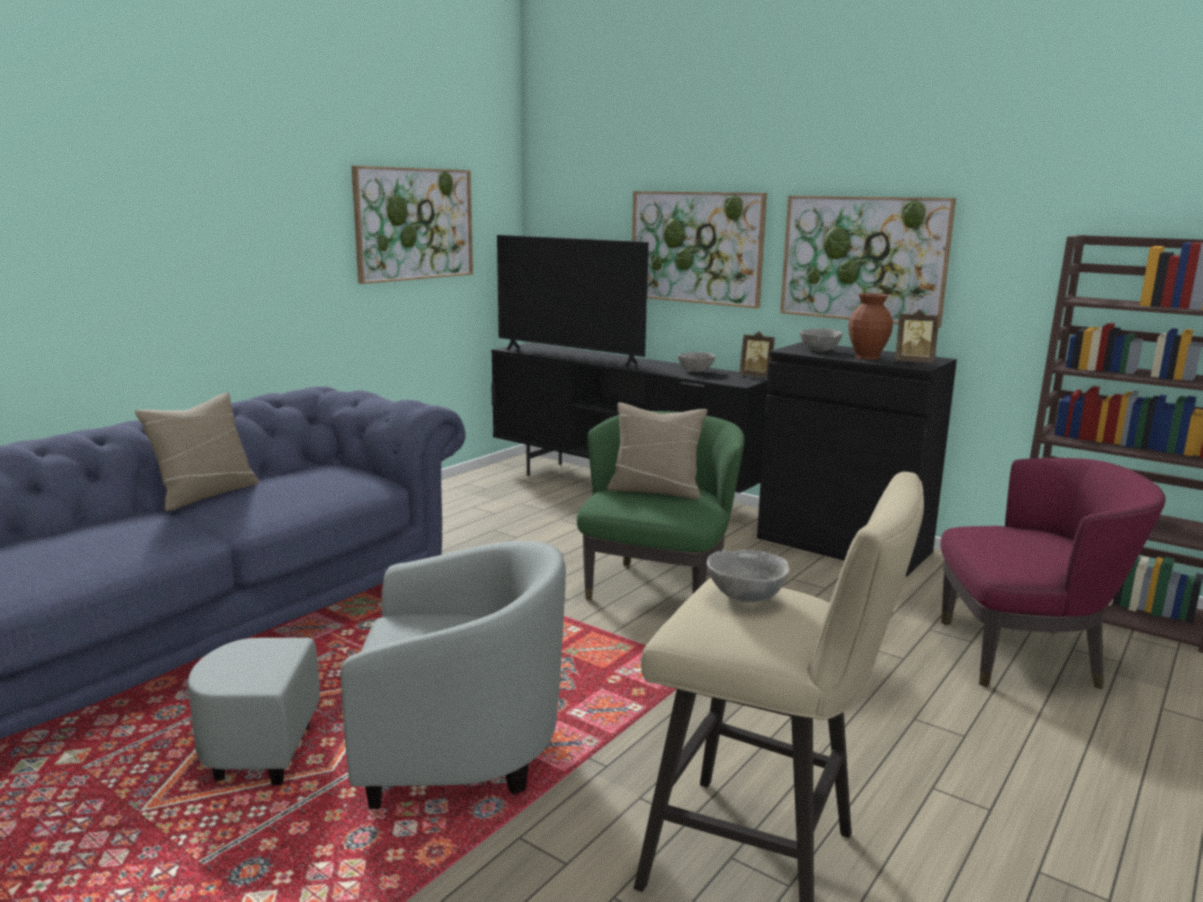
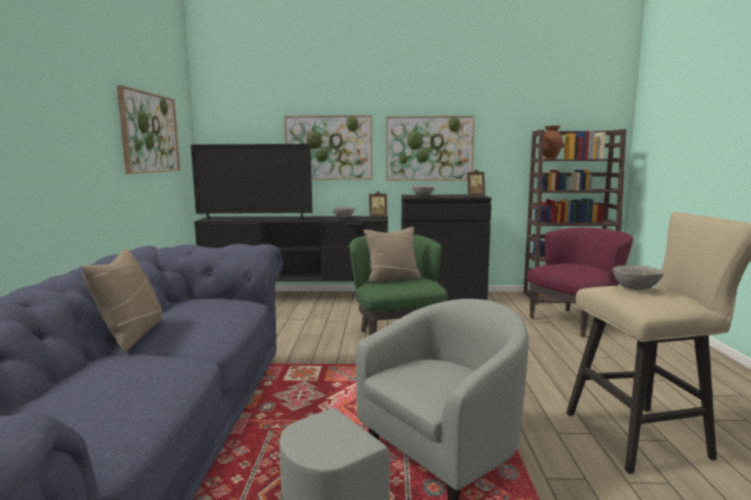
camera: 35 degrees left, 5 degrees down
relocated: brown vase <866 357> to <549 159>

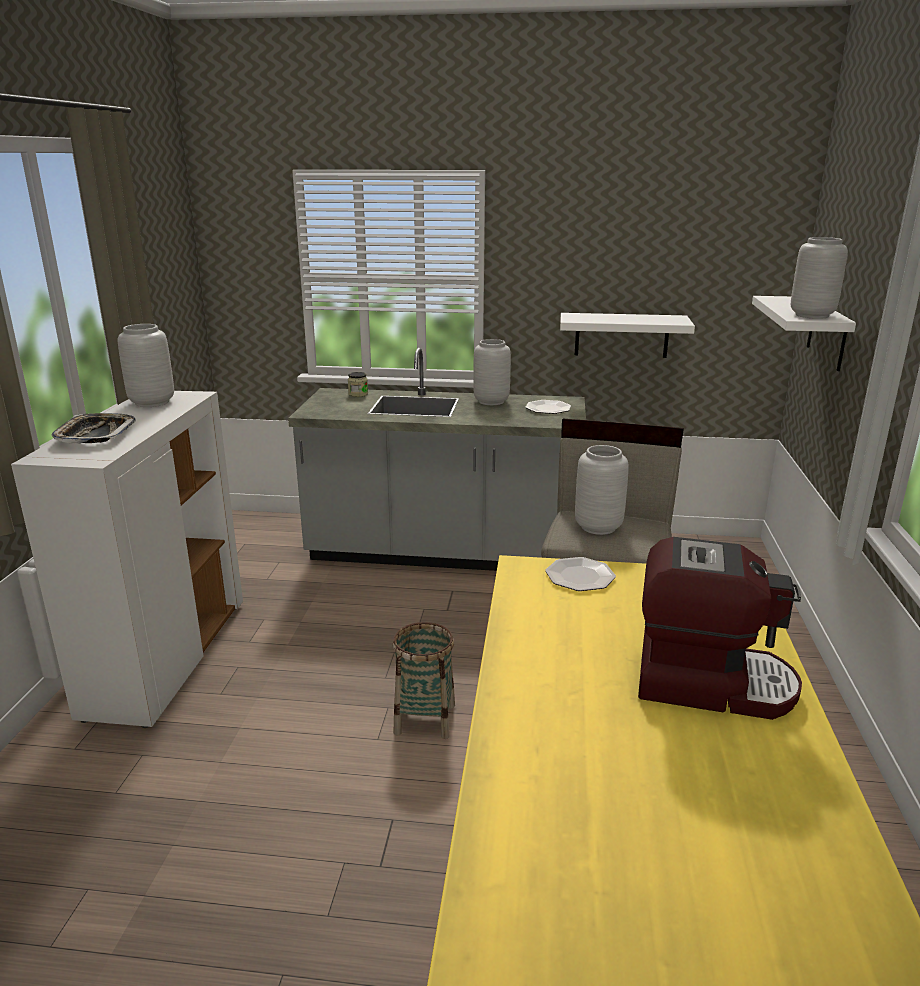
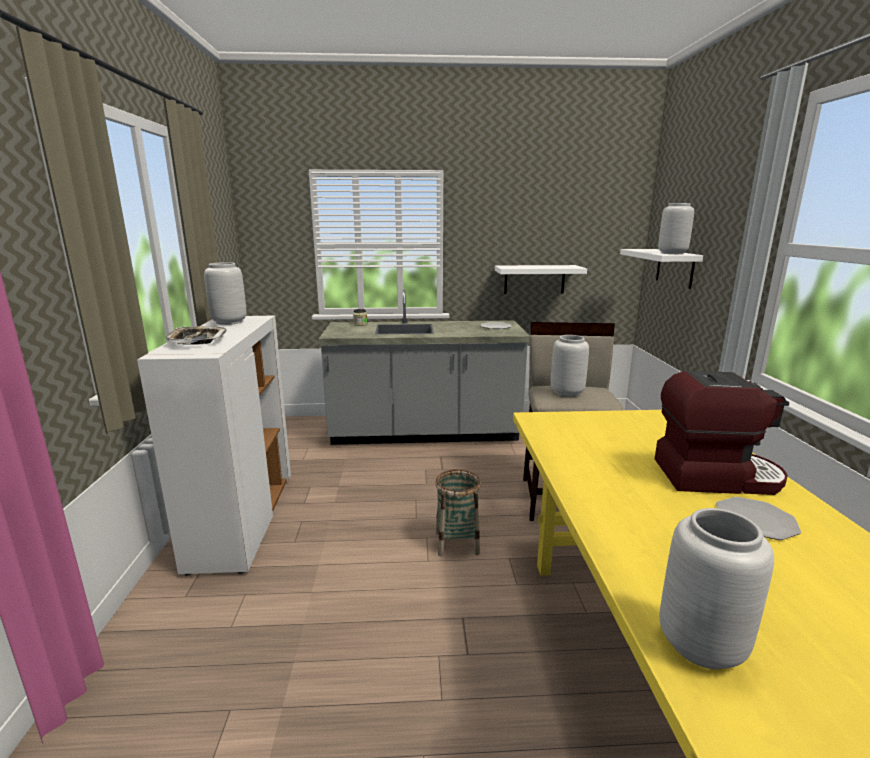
camera: 10 degrees left, 5 degrees down
relocated: grey vase <490 401> to <699 644>; plate <580 576> to <756 520>

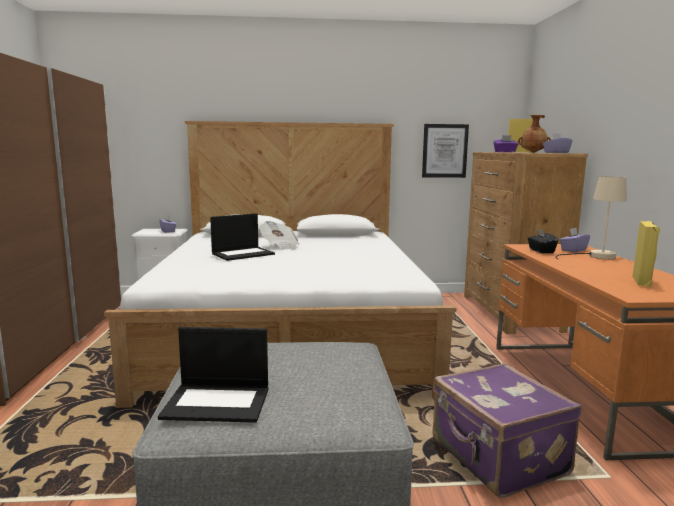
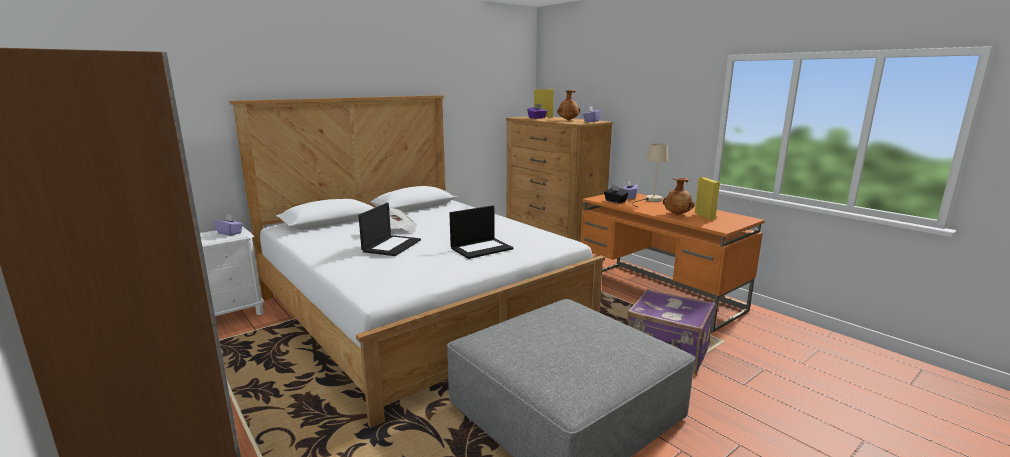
camera: 35 degrees left, 5 degrees up
missing: picture <444 151>
appeared: brown vase <677 214>
relocated: laptop <218 402> to <482 248>

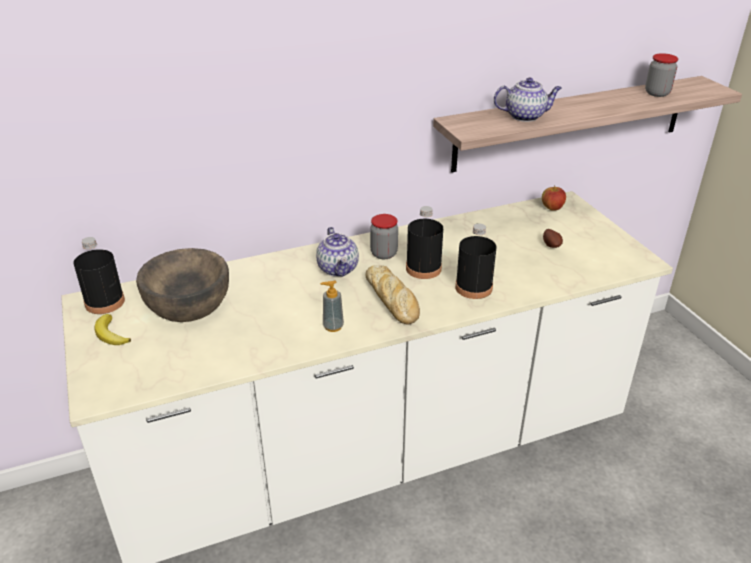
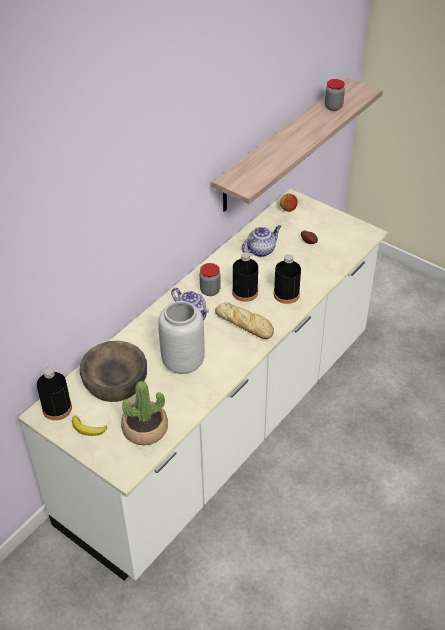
camera: 30 degrees left, 10 degrees up
missing: soap dispenser <333 326>
appeared: potted plant <145 429>; grey vase <184 363>
relocated: teapot <525 116> to <261 250>

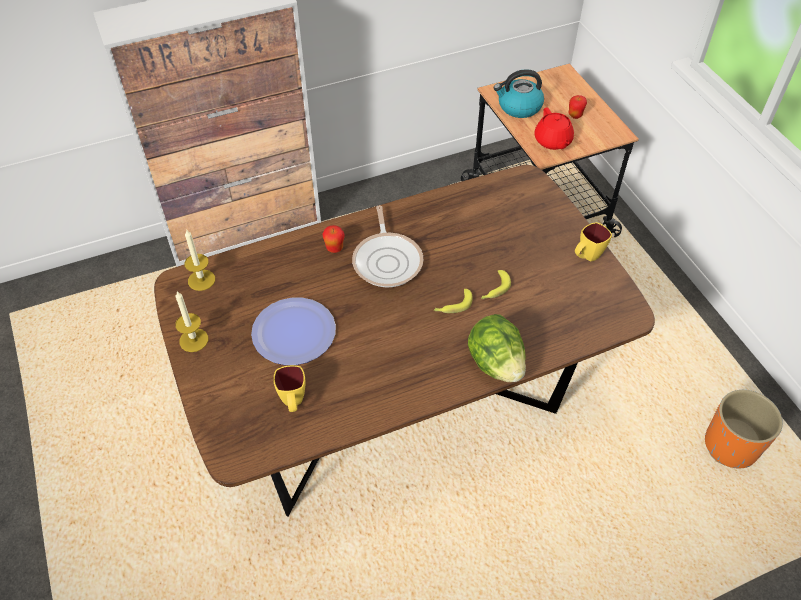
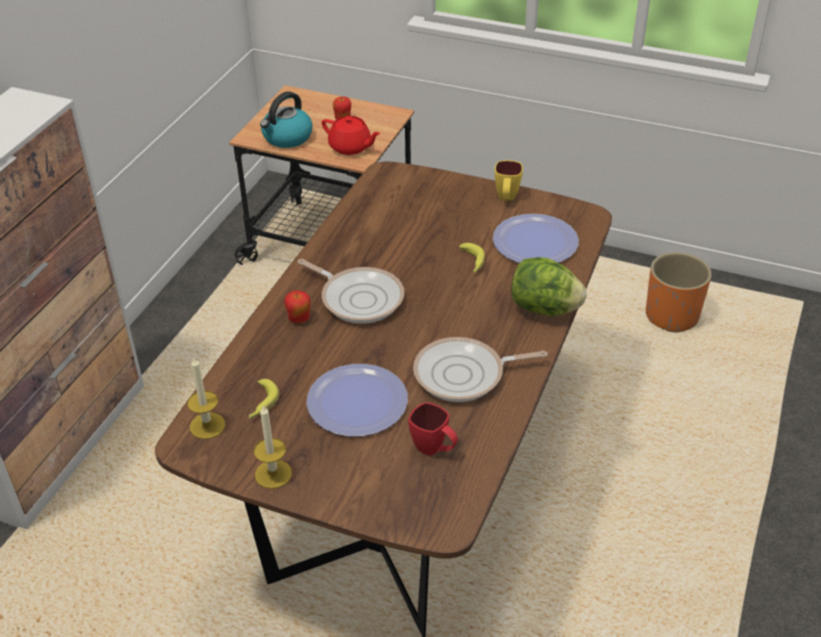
camera: 45 degrees left, 10 degrees down
appeared: frying pan <464 375>; plate <535 242>
relocated: banana <453 305> to <261 404>
colour: yellow mug <293 403> to red mug <434 450>

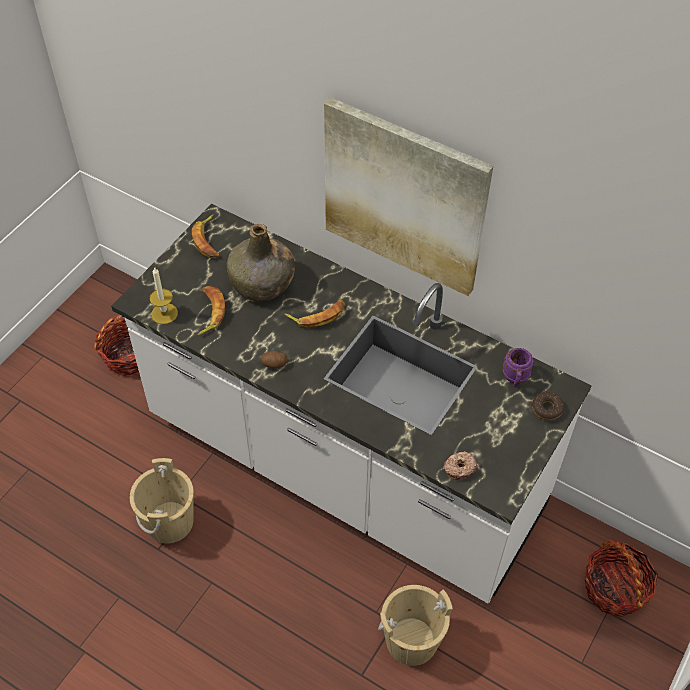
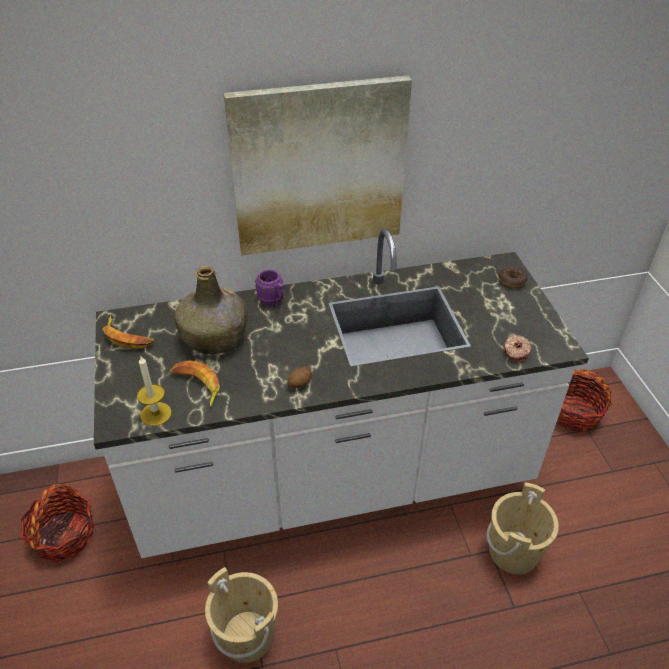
camera: 45 degrees left, 10 degrees down
missing: banana <318 315>
relocated: purple mug <515 379> to <273 301>

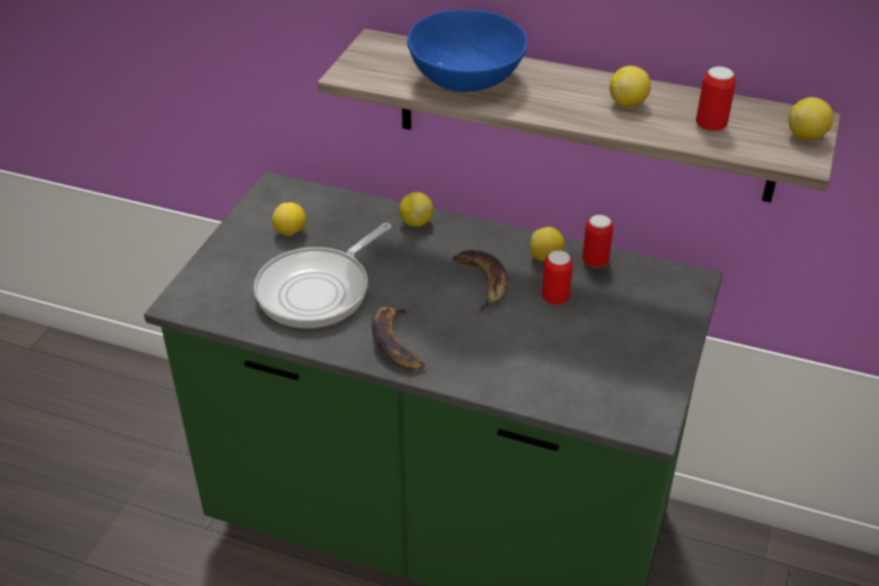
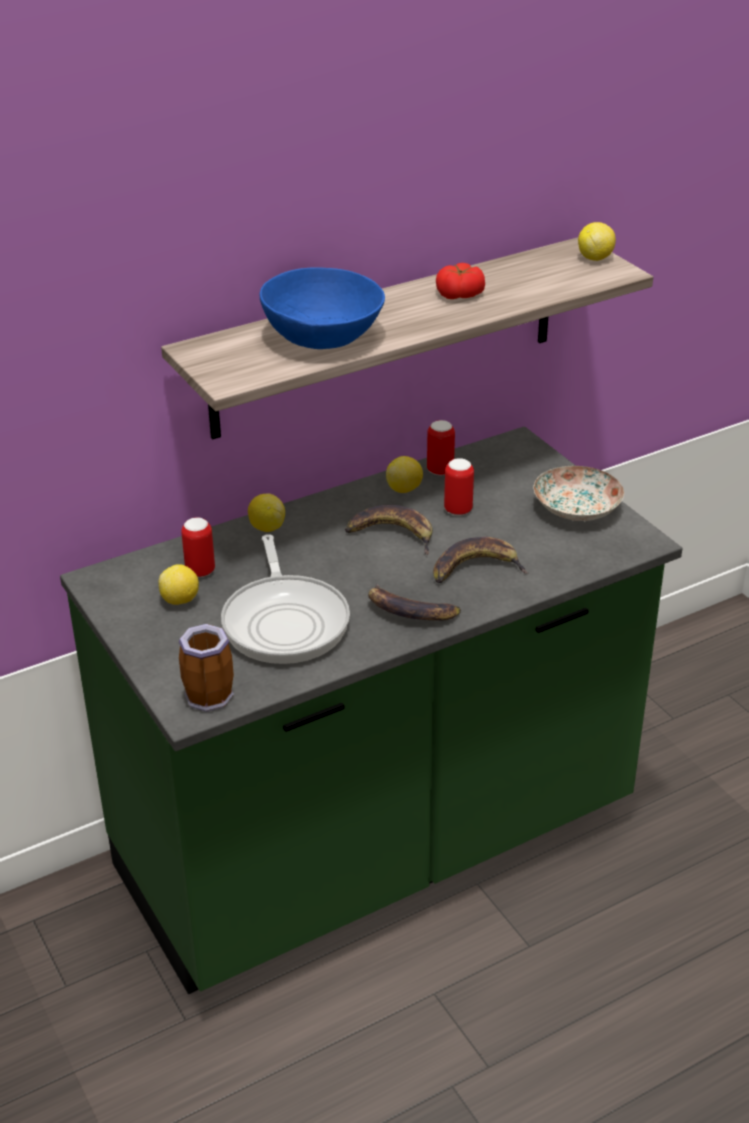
camera: 50 degrees left, 5 degrees down
appeared: mug <207 693>; banana <476 568>; plate <578 508>
relocated: can <710 126> to <200 571>
exchanged: lemon <628 103> to tomato <460 294>

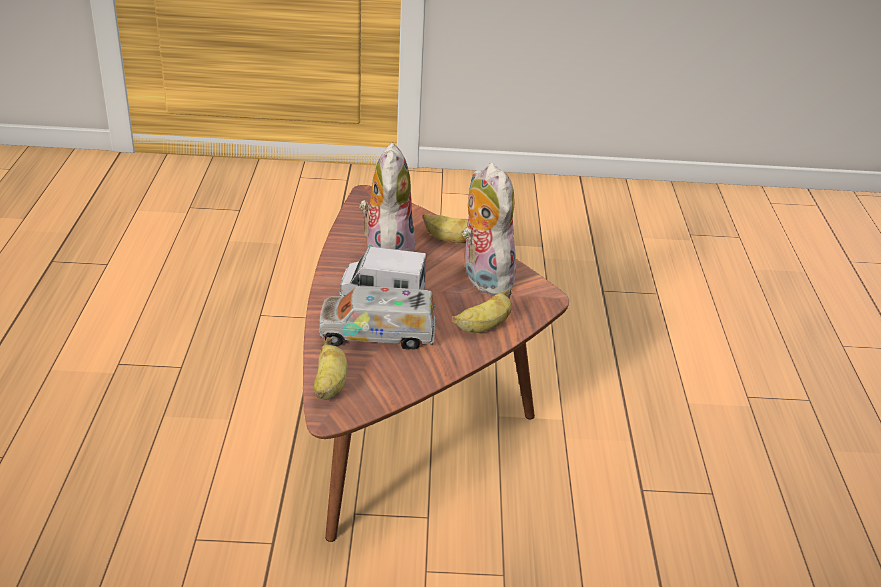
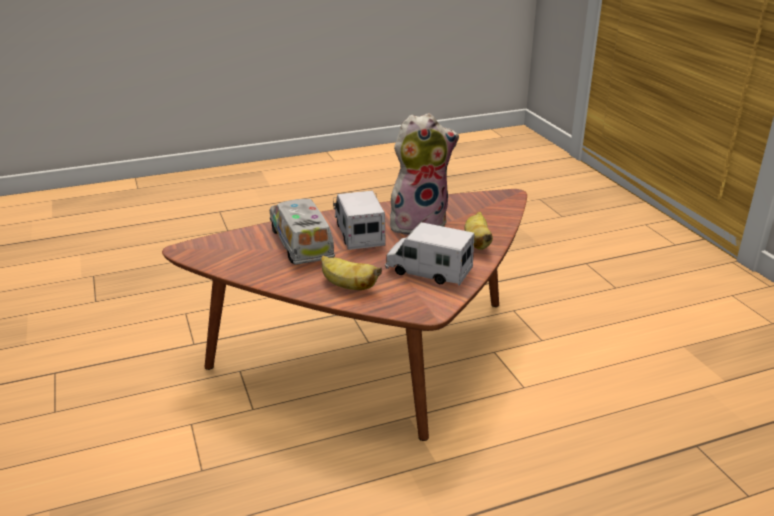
camera: 70 degrees right, 5 degrees down
missing: banana <330 387>
exchanged: plush toy <483 278> to toy truck <428 271>

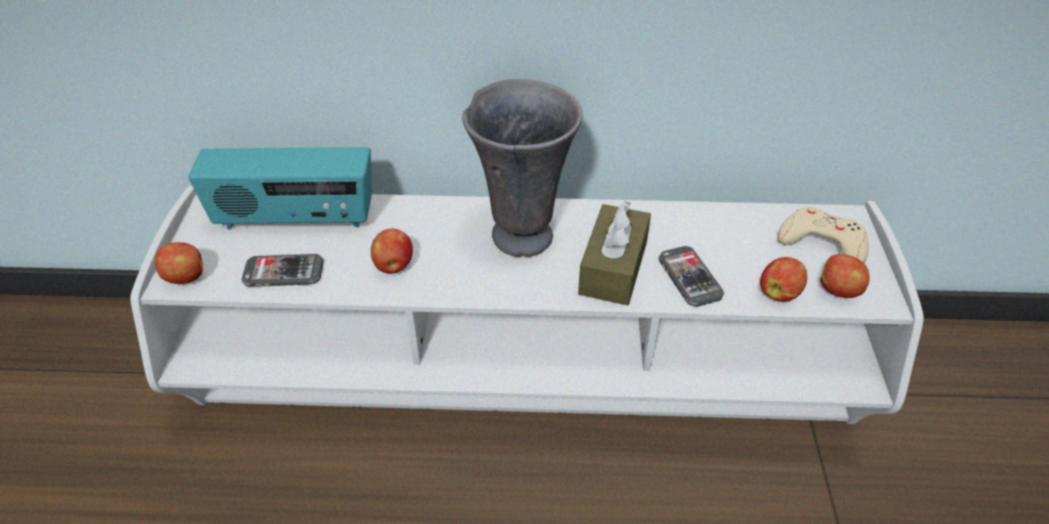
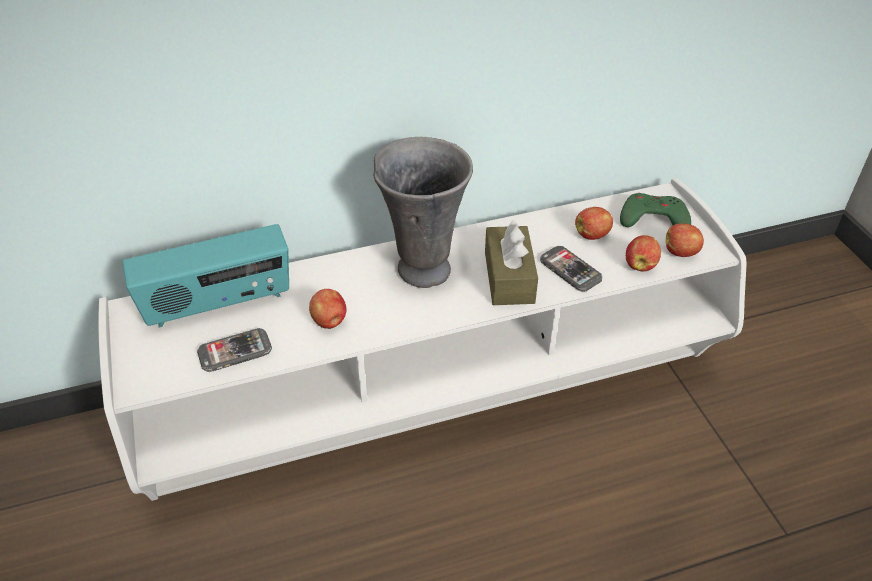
camera: 20 degrees left, 0 degrees up
relocated: apple <186 277> to <592 235>
colour: beige game controller <822 242> to green game controller <653 218>

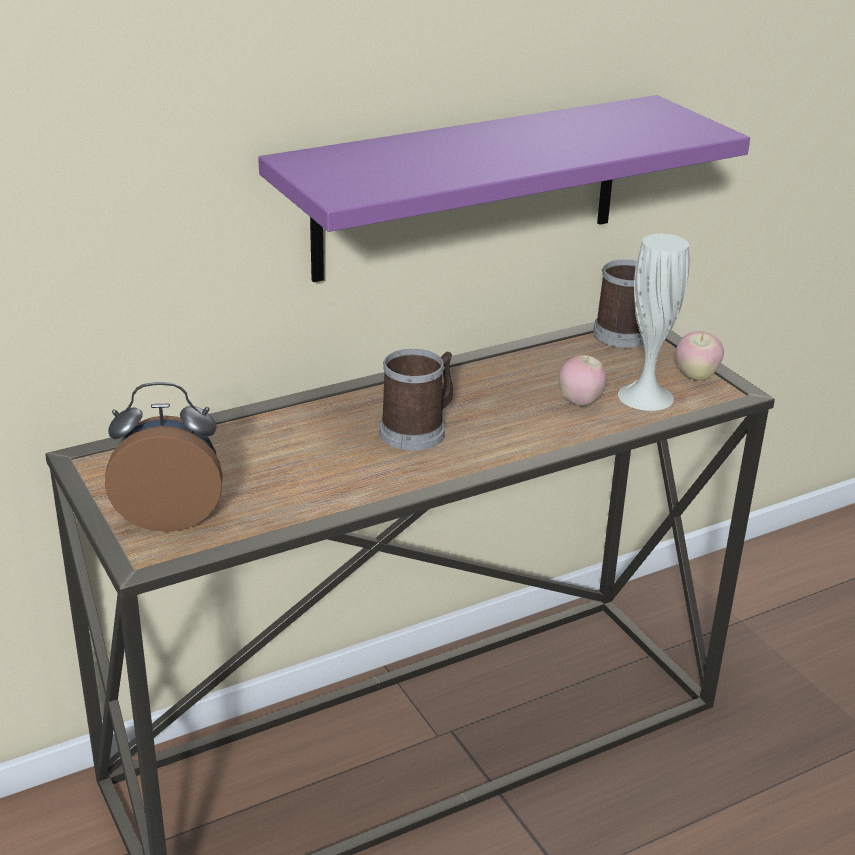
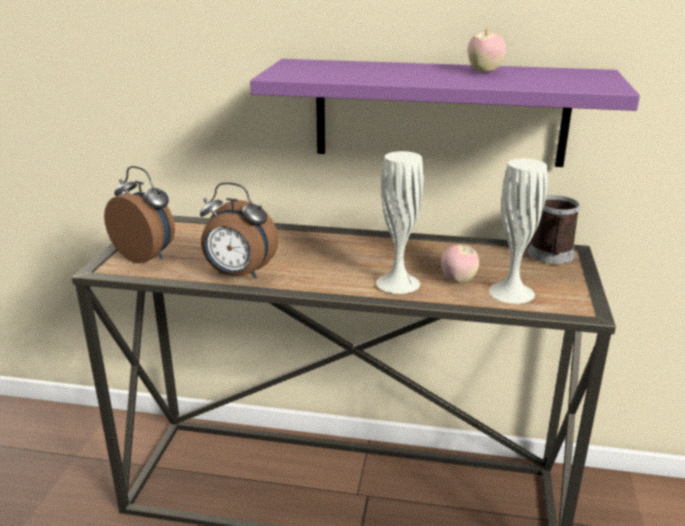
camera: 40 degrees right, 5 degrees down
missing: mug <418 430>
appeared: alarm clock <239 275>; white vase <398 283>
relocated: apple <696 376> to <484 72>

